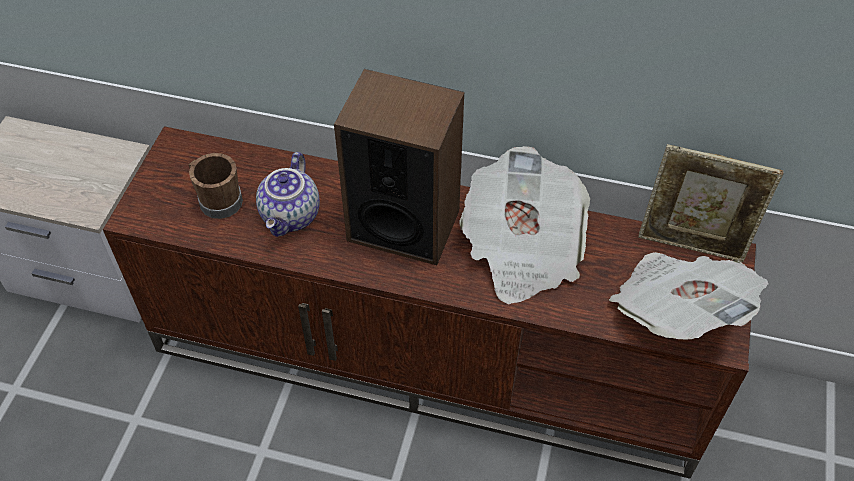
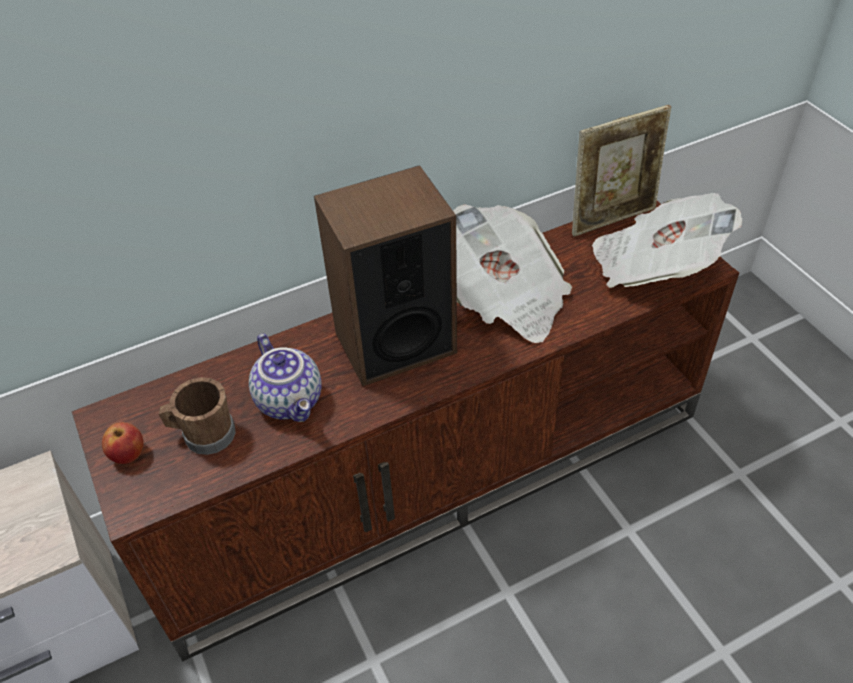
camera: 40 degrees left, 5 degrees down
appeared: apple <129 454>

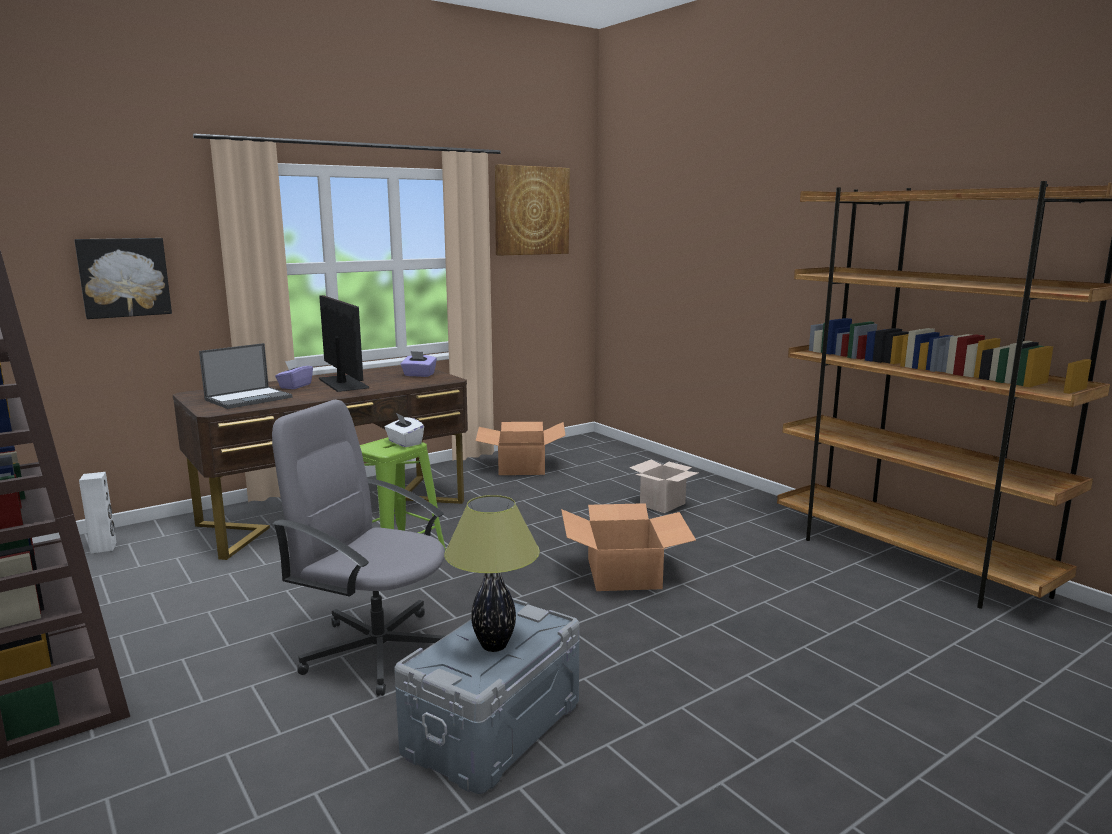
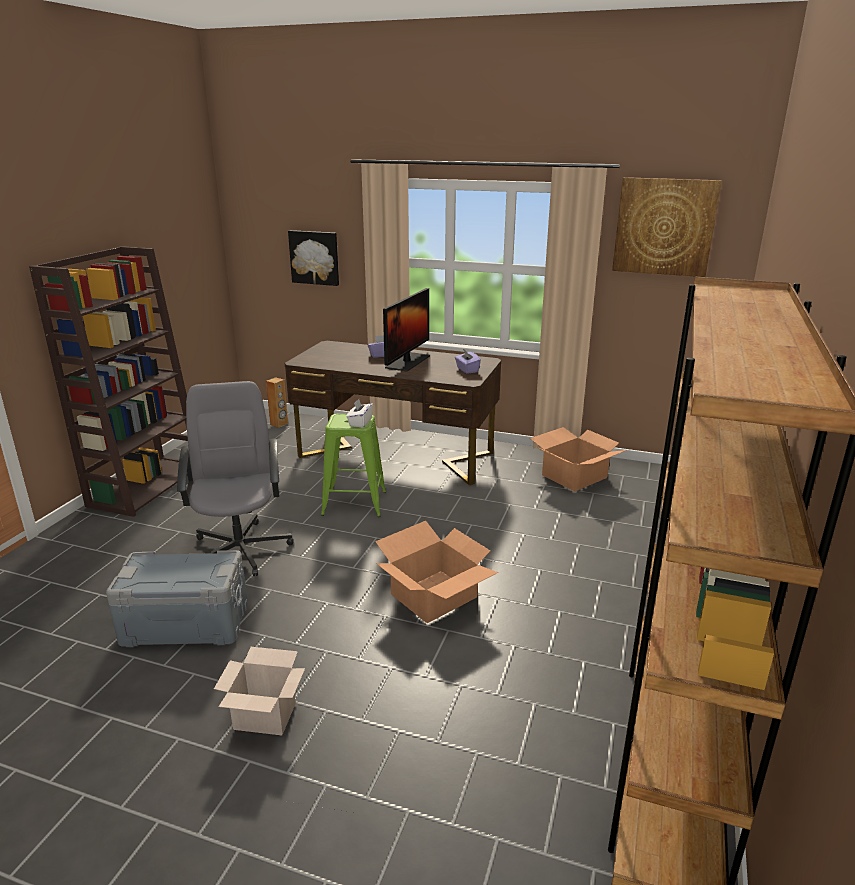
camera: 55 degrees right, 10 degrees up
missing: laptop <249 398>; table lamp <494 646>
relocated: cardboard box <662 505> to <263 717>
colour: white speaker <104 547> to brown speaker <279 424>

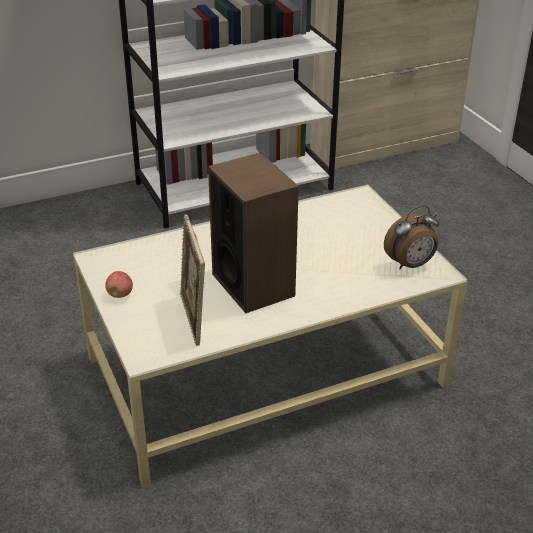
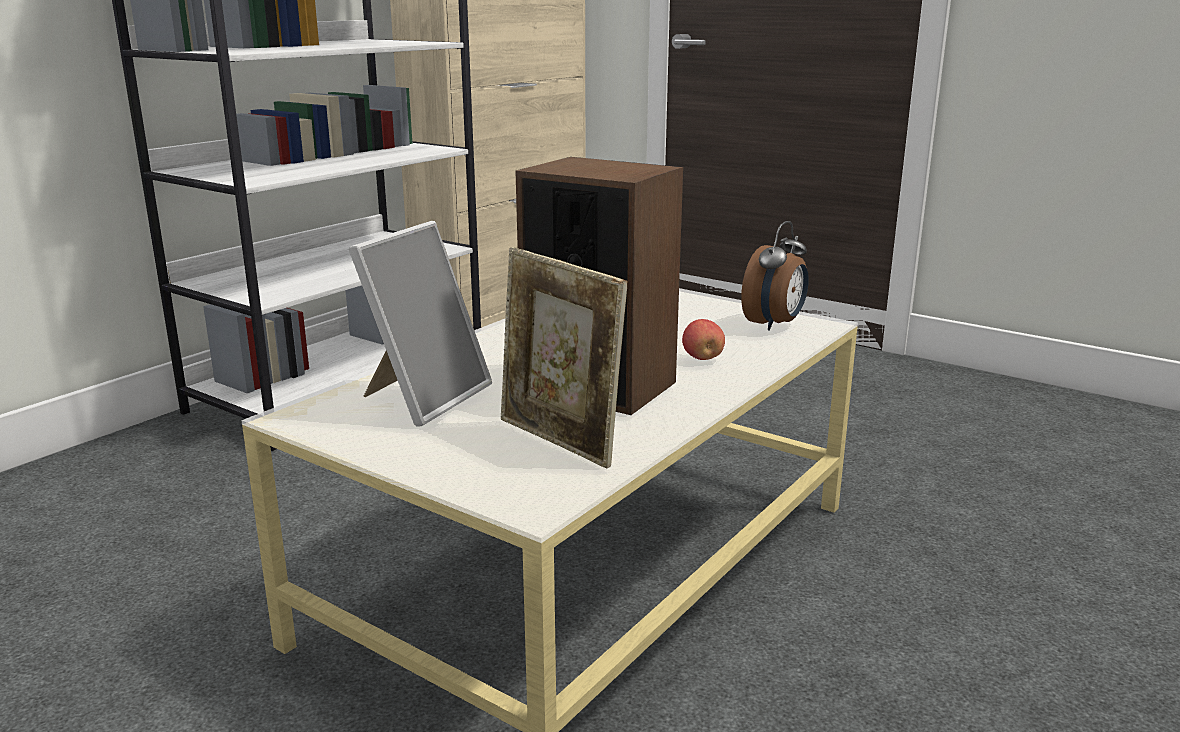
camera: 30 degrees left, 15 degrees down
appeared: picture frame <423 397>
relocated: apple <120 294> to <702 358>

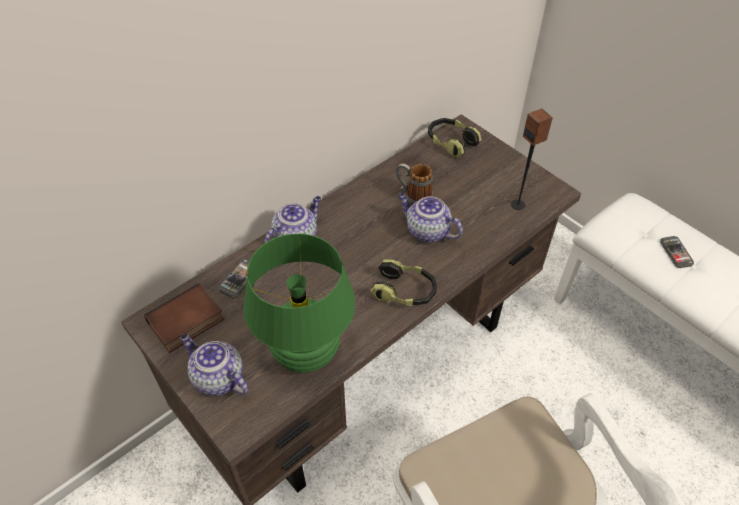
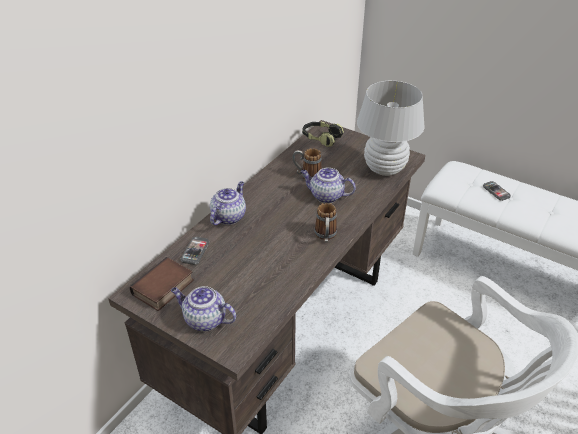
camera: 15 degrees left, 10 degrees down
missing: green table lamp <306 352>
exchanged: headphones <404 291> to mug <325 236>; speaker <518 204> to white table lamp <384 169>

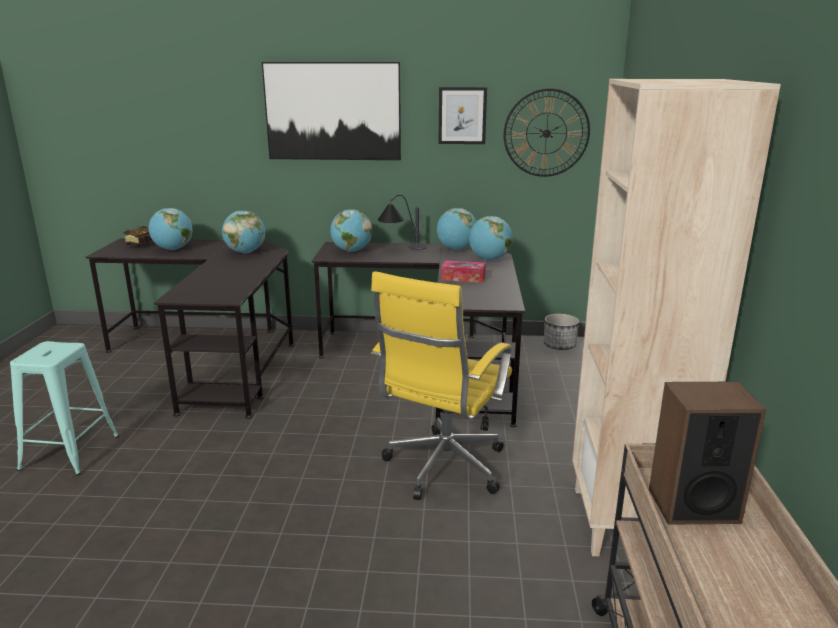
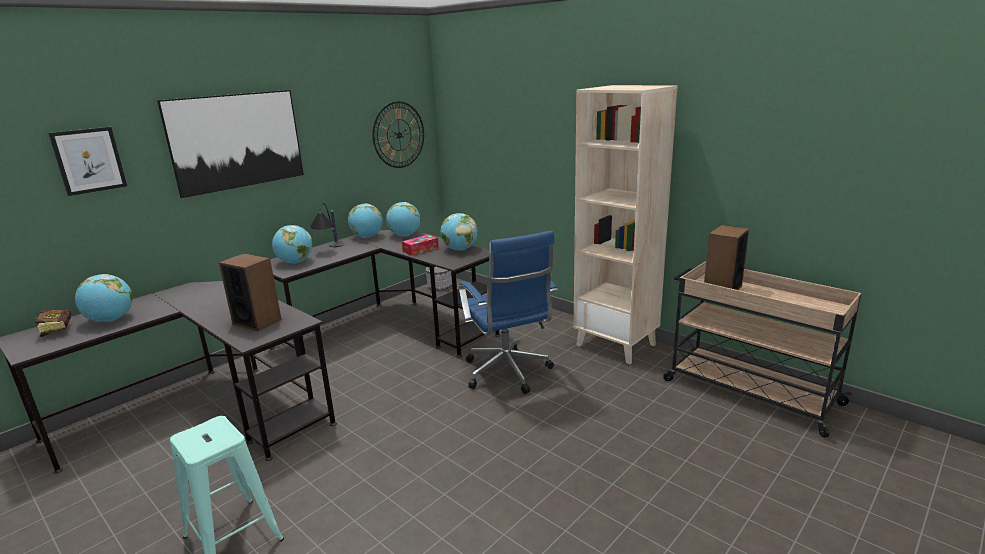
camera: 50 degrees left, 0 degrees up
appeared: speaker <257 321>
relocated: globe <245 252> to <460 249>; picture <462 115> to <89 160>
colour: yellow office chair <442 469> to blue office chair <508 374>

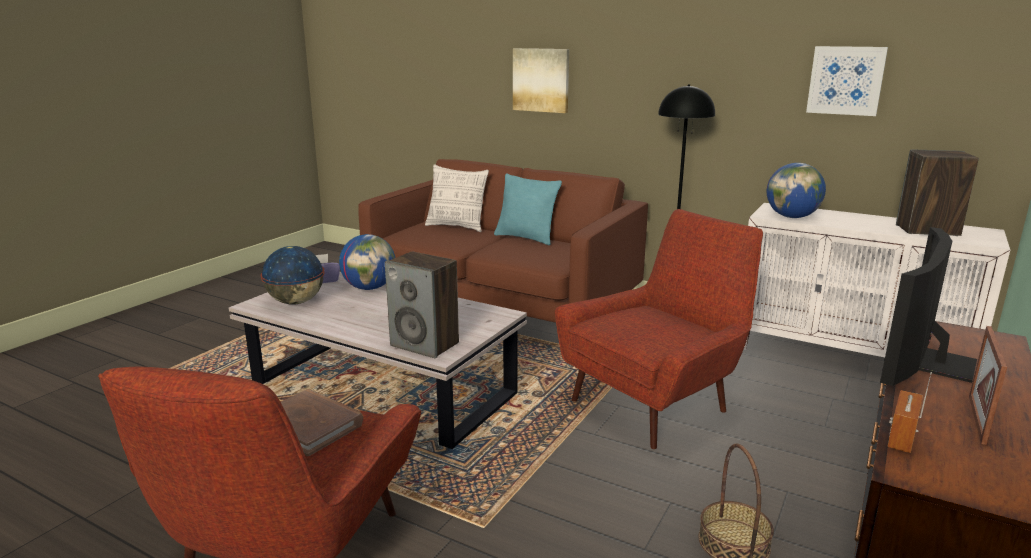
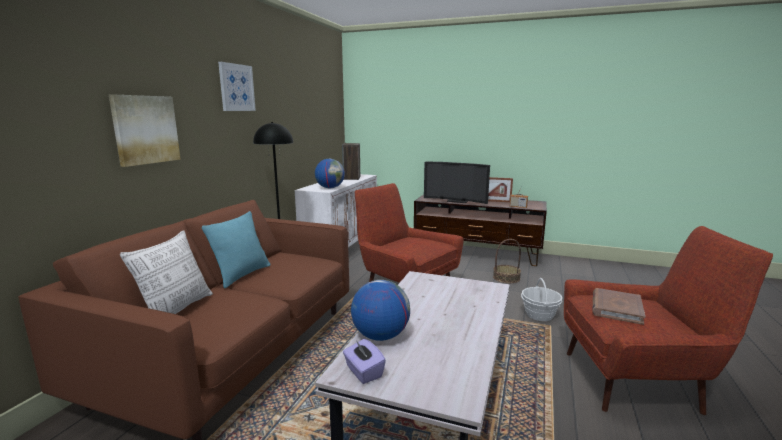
camera: 100 degrees left, 5 degrees down
missing: globe <296 302>; speaker <425 344>
appeared: basket <539 315>
relocated: picture <845 80> to <236 87>

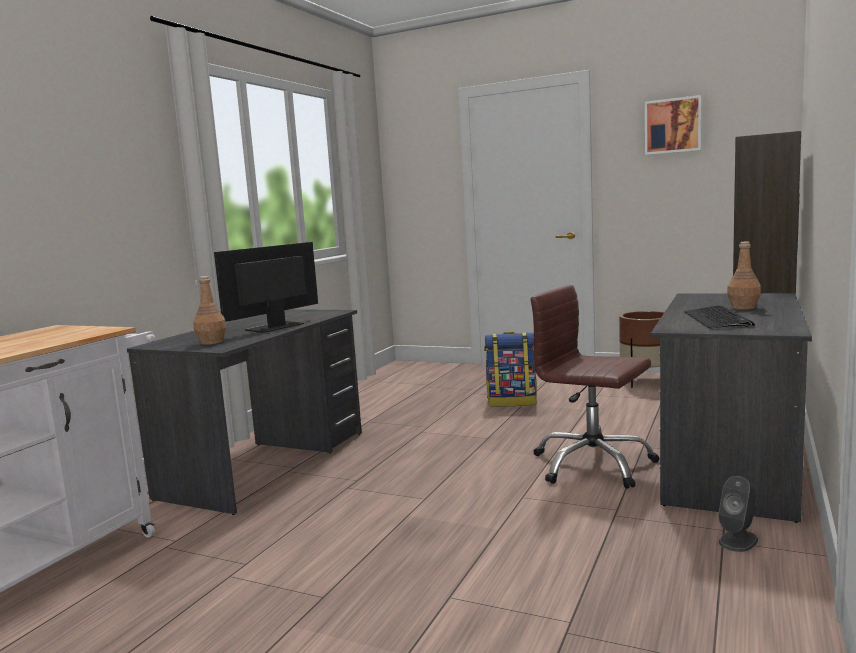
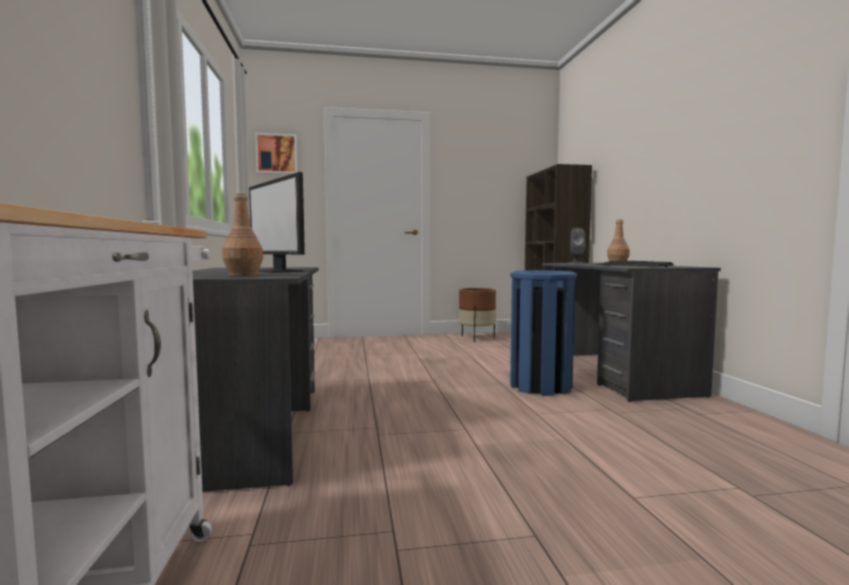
camera: 35 degrees left, 5 degrees down
missing: backpack <512 402>
relocated: picture <673 126> to <277 154>; grey speaker <738 540> to <576 264>
exchanged: brown office chair <592 465> to blue trash can <540 386>
spun: monitor <274 327> = <277 271> 45 degrees counterclockwise

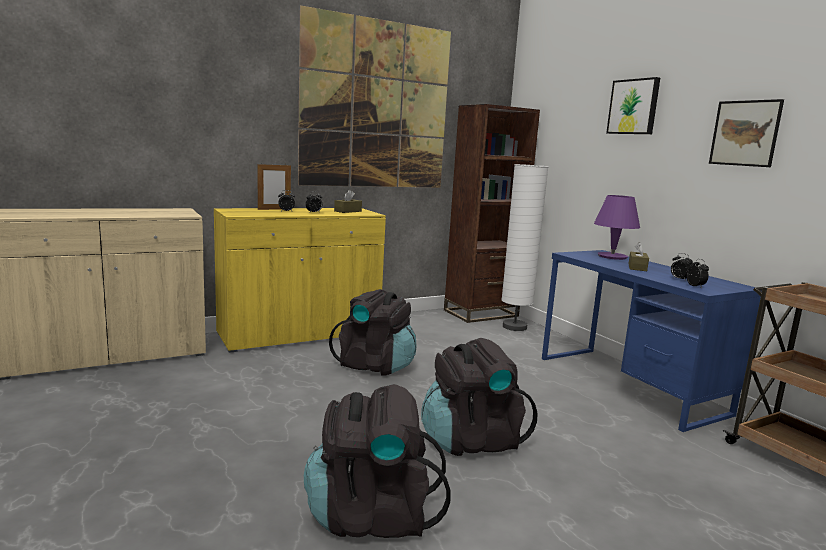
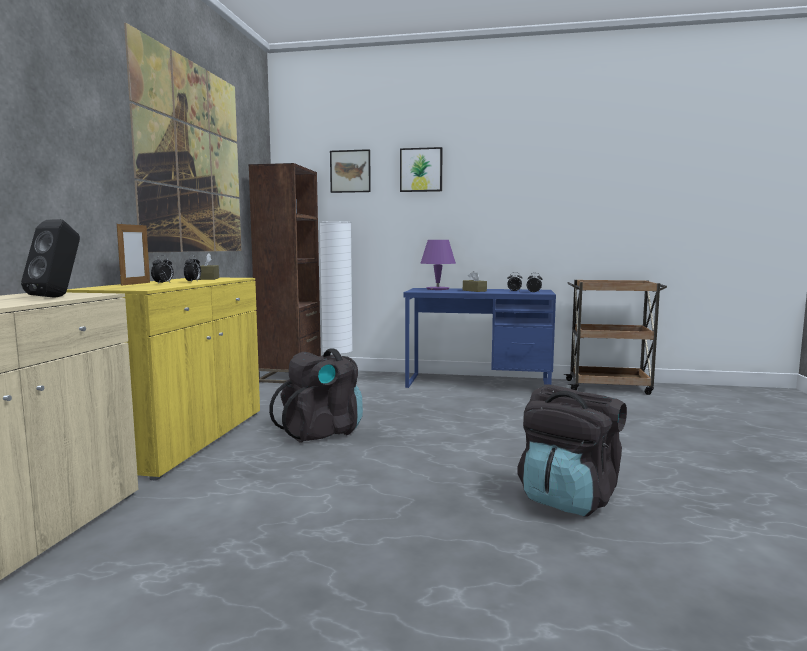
camera: 50 degrees left, 5 degrees down
missing: black backpack <471 440>
appeared: black speaker <57 297>
relocated: picture <745 133> to <350 171>

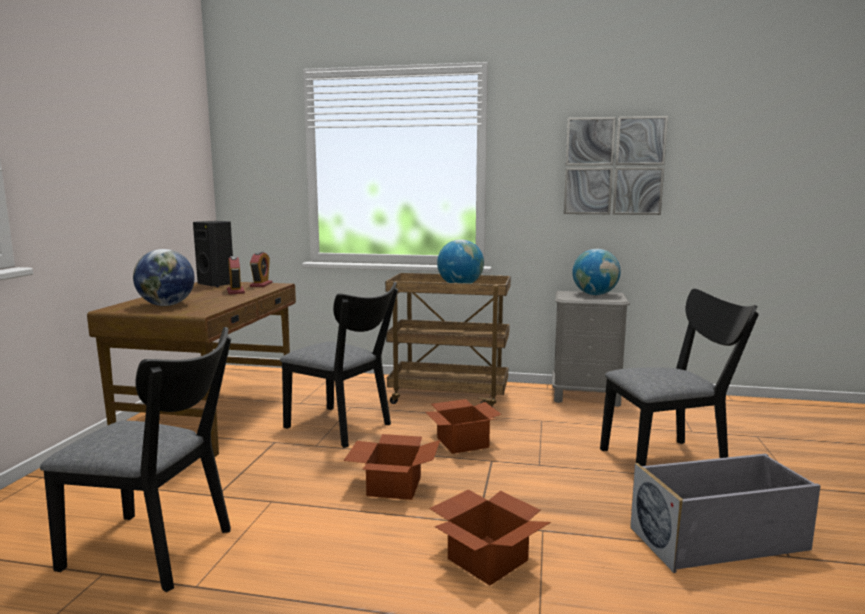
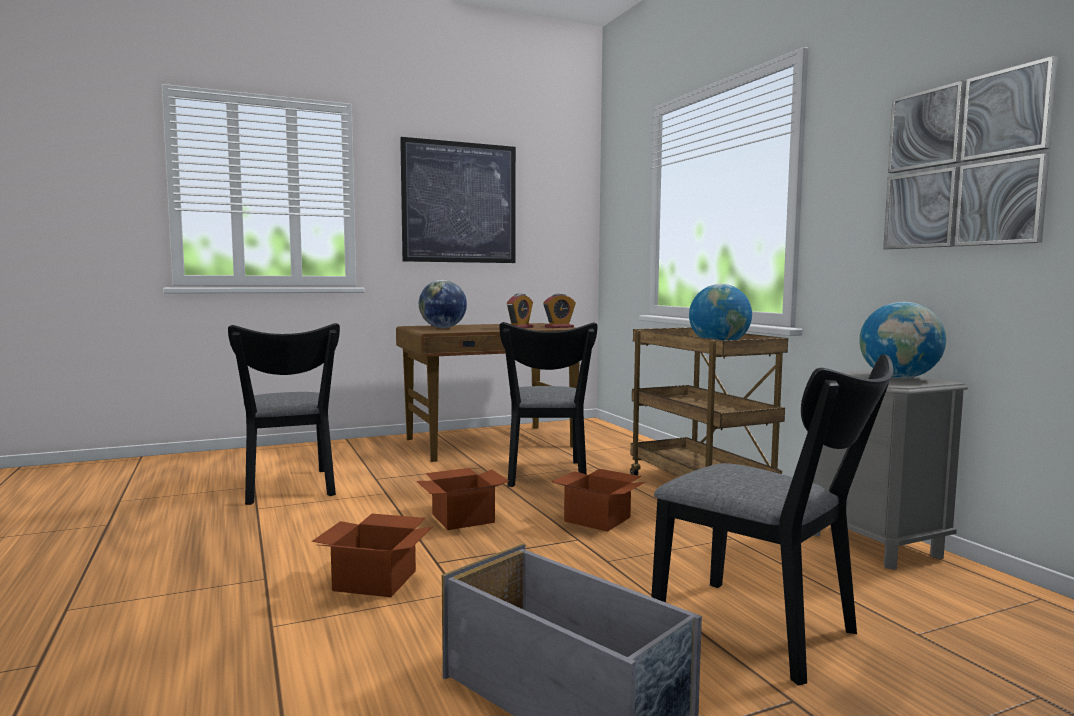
camera: 55 degrees right, 5 degrees down
missing: black speaker <218 284>
appeared: picture <459 202>

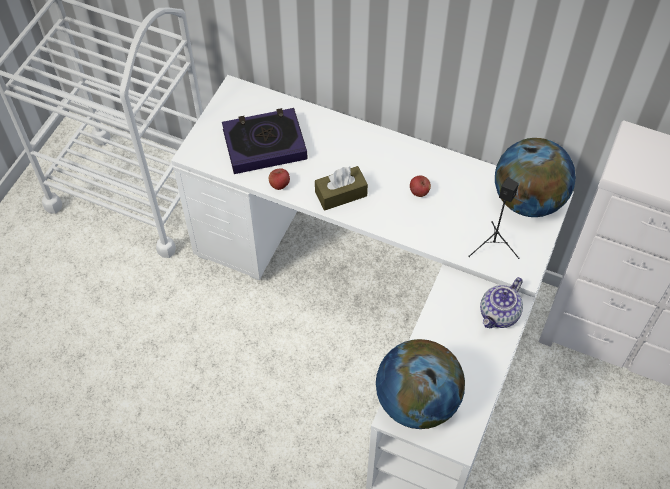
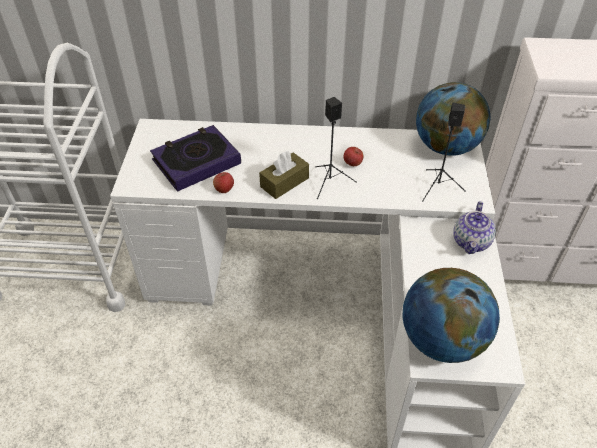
camera: 20 degrees left, 10 degrees down
appeared: black speaker <330 182>

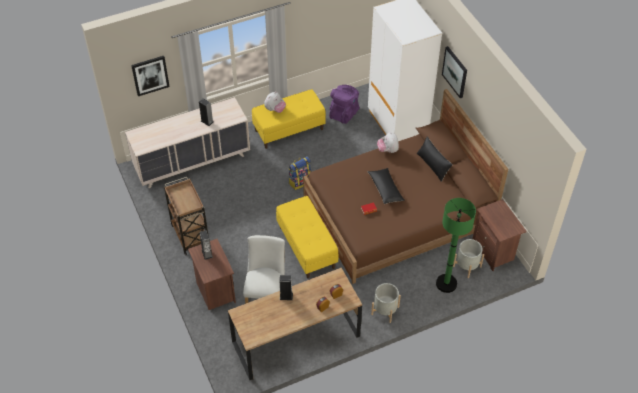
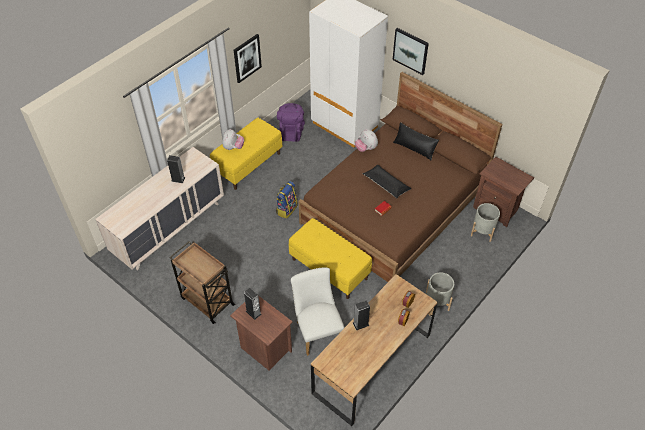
camera: 25 degrees left, 0 degrees up
missing: green floor lamp <446 283>
relocated: picture <150 75> to <247 58>

